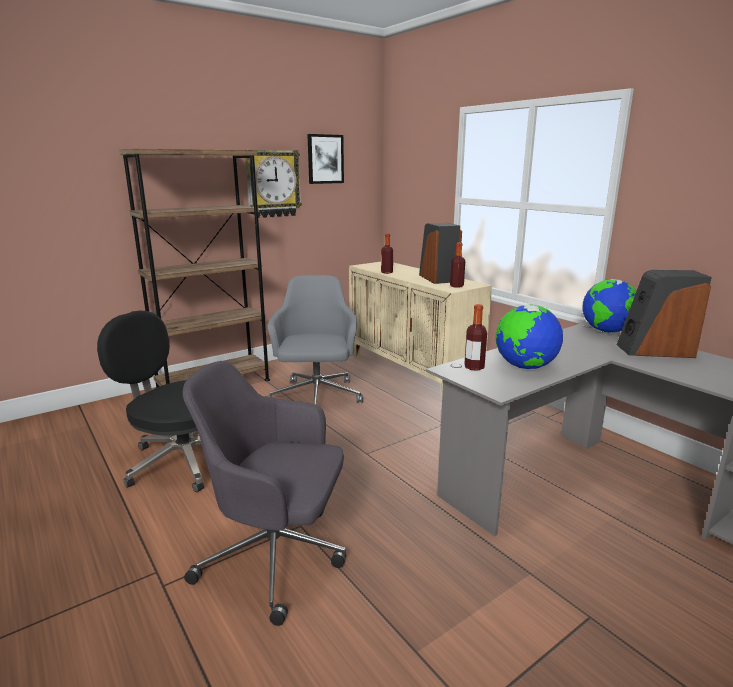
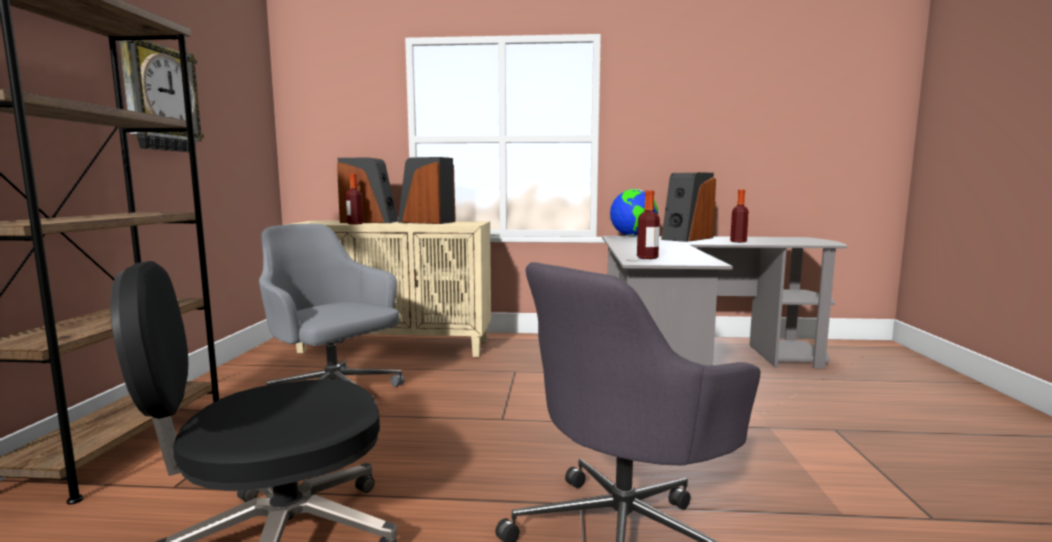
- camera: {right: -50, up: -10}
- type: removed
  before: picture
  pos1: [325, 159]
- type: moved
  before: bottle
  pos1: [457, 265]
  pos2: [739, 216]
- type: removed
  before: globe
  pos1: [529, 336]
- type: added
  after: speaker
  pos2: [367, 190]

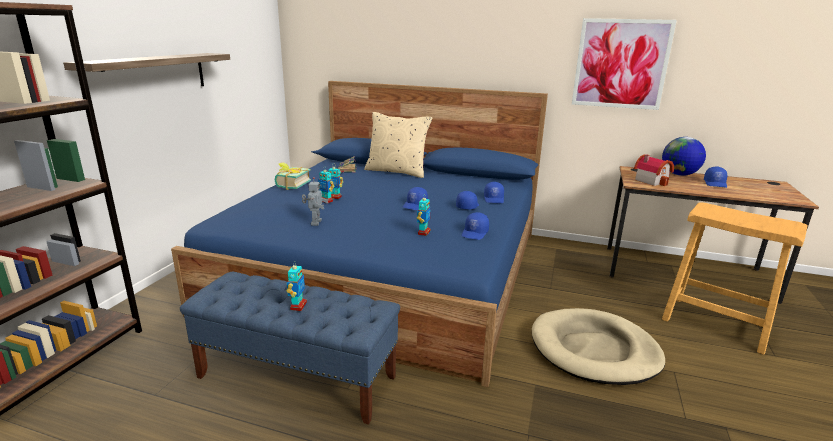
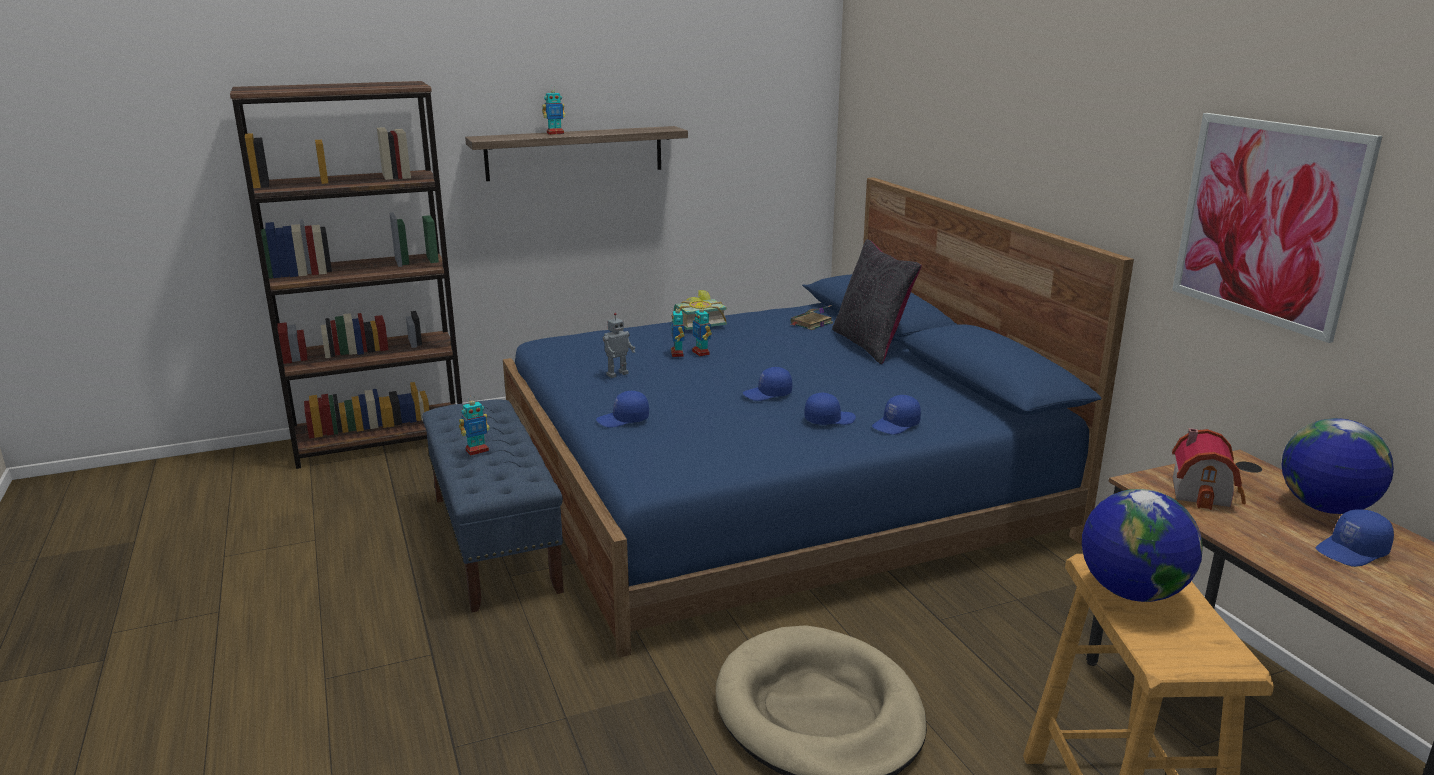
- camera: {right: 50, up: 0}
- type: recoloured
  before: pillow/beige
  after: pillow/black
  pos1: [398, 145]
  pos2: [877, 301]
- type: moved
  before: toy robot
  pos1: [424, 217]
  pos2: [553, 110]
- type: moved
  before: cap/blue
  pos1: [475, 226]
  pos2: [622, 409]
- type: added
  after: globe
  pos2: [1142, 545]

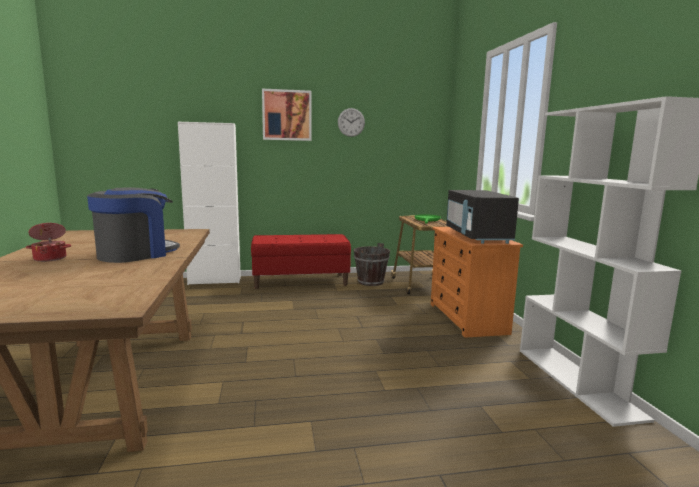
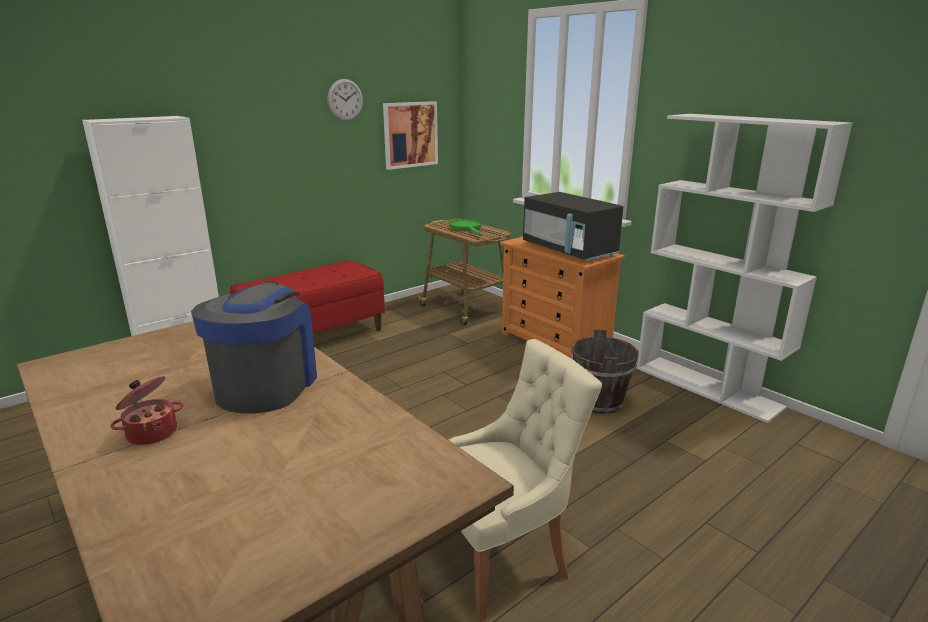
- camera: {right: -30, up: 10}
- type: moved
  before: picture
  pos1: [287, 115]
  pos2: [410, 135]
- type: moved
  before: bucket/brown
  pos1: [372, 264]
  pos2: [605, 372]
- type: added
  after: chair/beige
  pos2: [525, 480]

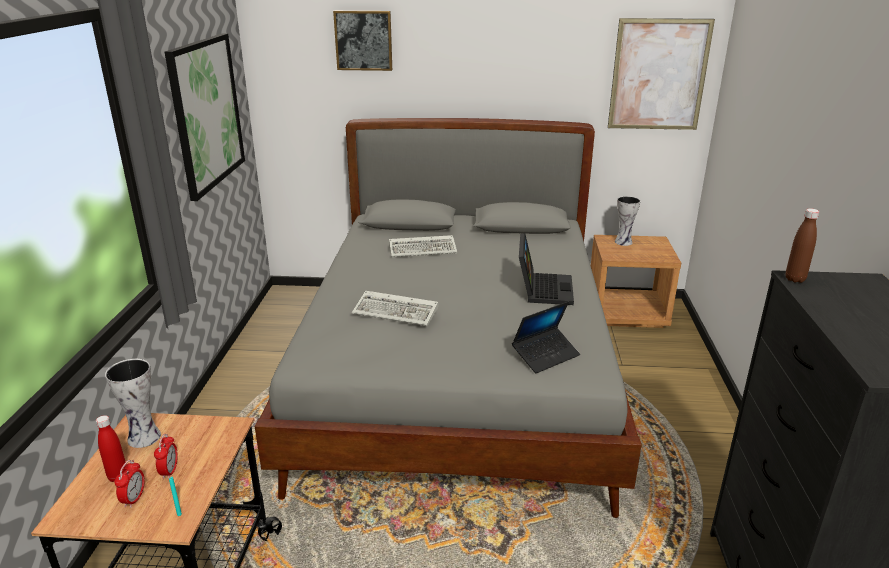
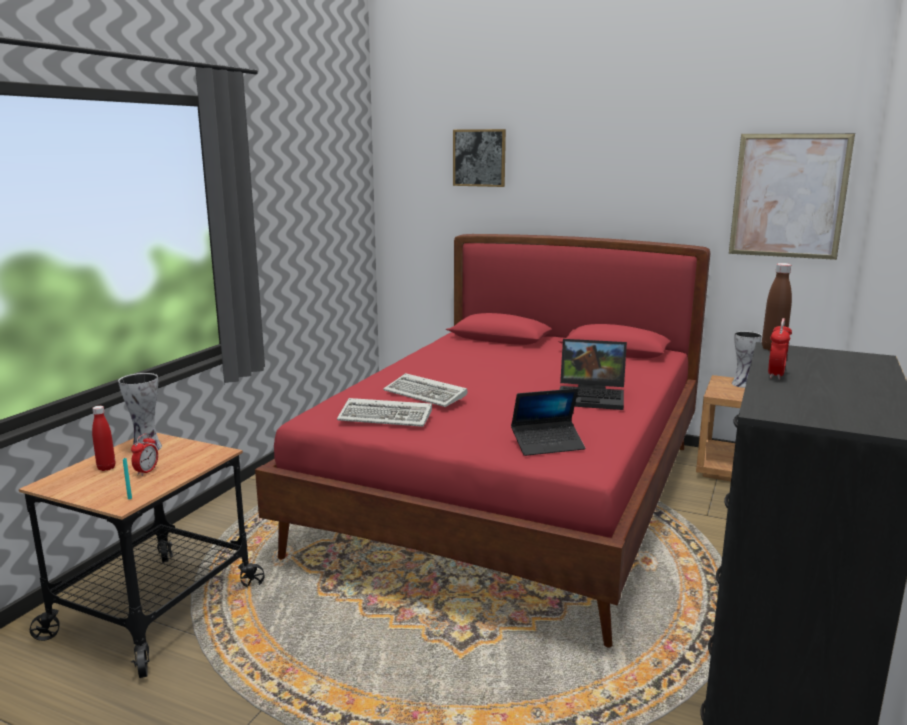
- camera: {right: 20, up: -10}
- type: moved
  before: alarm clock
  pos1: [130, 484]
  pos2: [780, 349]
- type: removed
  before: picture
  pos1: [205, 117]
- type: recoloured
  before: bed/grey
  after: bed/red
  pos1: [448, 318]
  pos2: [482, 441]
- type: moved
  before: keyboard
  pos1: [423, 246]
  pos2: [384, 412]
- type: turned
  before: laptop
  pos1: [546, 269]
  pos2: [593, 374]
  turn: 75

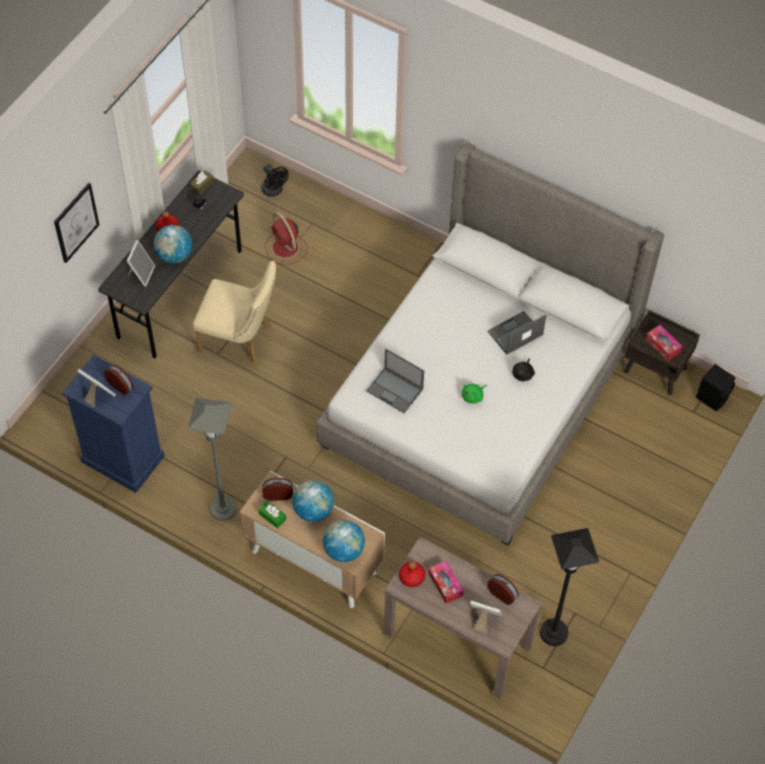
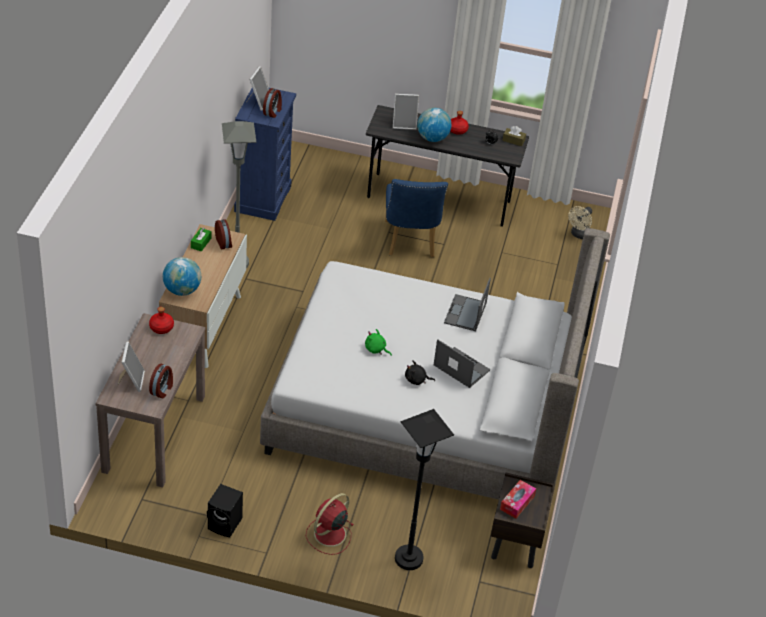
- camera: {right: 70, up: -15}
- type: removed
  before: picture
  pos1: [76, 223]
- type: recoloured
  before: chair/beige
  after: chair/blue
  pos1: [234, 312]
  pos2: [416, 218]
- type: recoloured
  before: fan/black
  after: fan/beige
  pos1: [275, 180]
  pos2: [580, 222]
- type: moved
  before: fan/red
  pos1: [286, 238]
  pos2: [330, 524]
- type: removed
  before: globe
  pos1: [313, 501]
- type: moved
  before: laptop
  pos1: [395, 380]
  pos2: [467, 305]
- type: removed
  before: tissue box
  pos1: [446, 582]
- type: moved
  before: floor lamp/black
  pos1: [569, 587]
  pos2: [424, 489]
- type: moved
  before: speaker/black
  pos1: [716, 387]
  pos2: [225, 510]

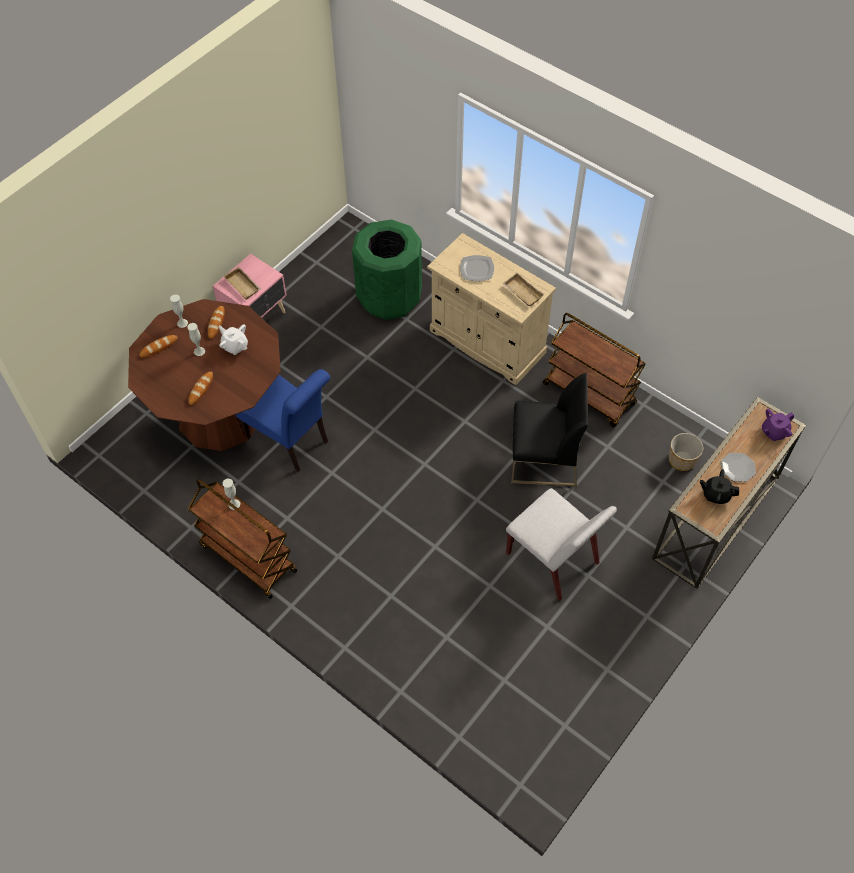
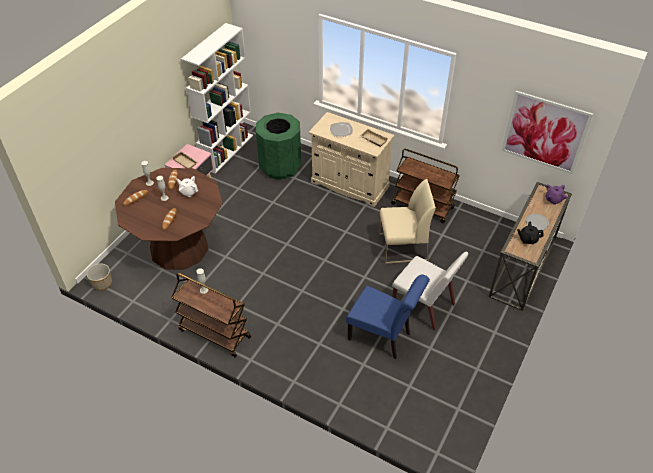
- camera: {right: -10, up: -10}
- type: moved
  before: chair/blue
  pos1: [282, 420]
  pos2: [388, 316]
- type: recoloured
  before: chair/black
  after: chair/beige
  pos1: [549, 430]
  pos2: [407, 221]
- type: moved
  before: planter
  pos1: [686, 452]
  pos2: [99, 277]
- type: added
  after: bookcase/white
  pos2: [217, 98]
- type: added
  after: picture
  pos2: [547, 132]

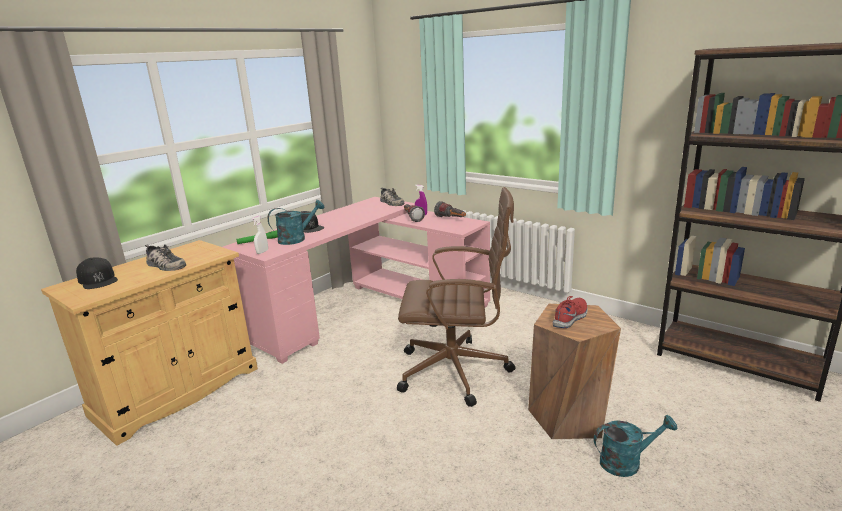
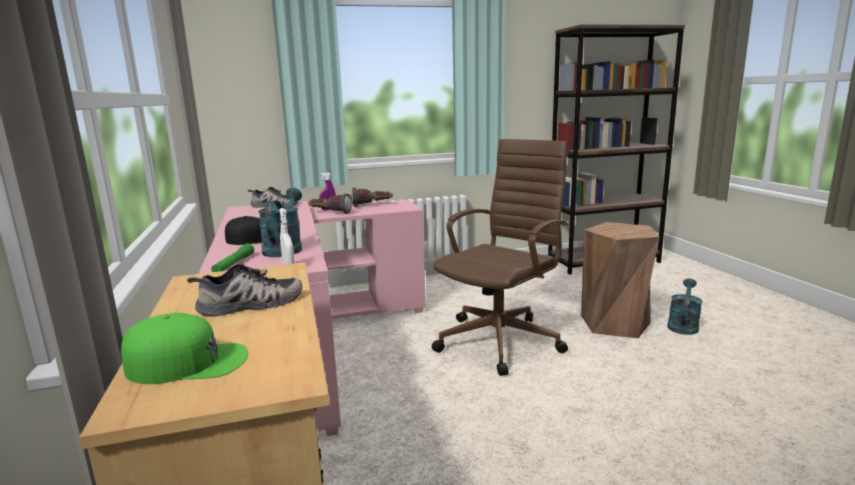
- camera: {right: -55, up: -5}
- type: recoloured
  before: cap/black
  after: cap/green
  pos1: [97, 273]
  pos2: [184, 348]
- type: removed
  before: shoe/red
  pos1: [570, 312]

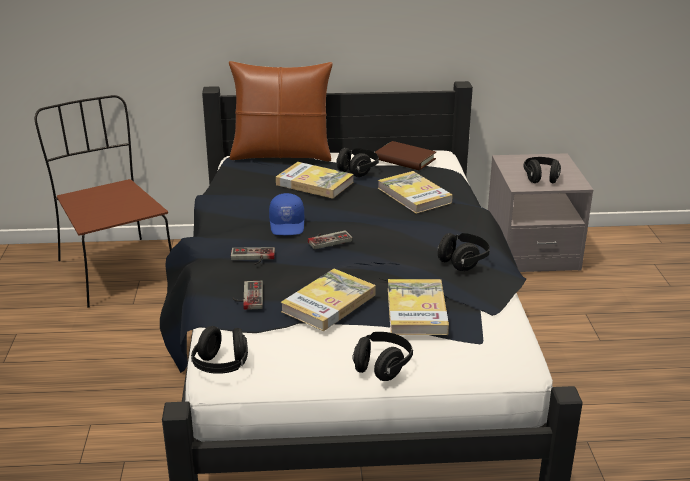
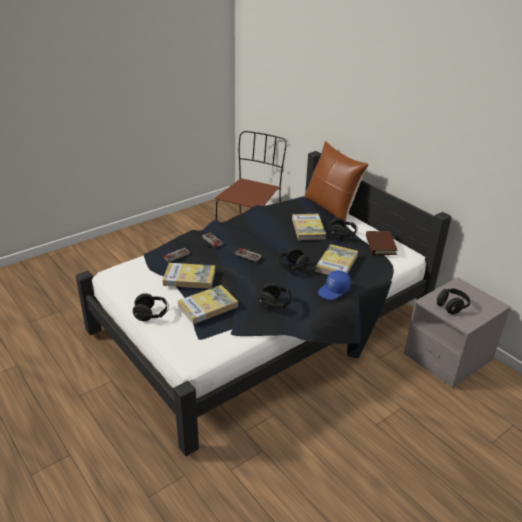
- camera: {right: 55, up: 5}
- type: moved
  before: headphones/black
  pos1: [219, 350]
  pos2: [293, 259]
- type: moved
  before: cap/blue
  pos1: [286, 214]
  pos2: [334, 285]

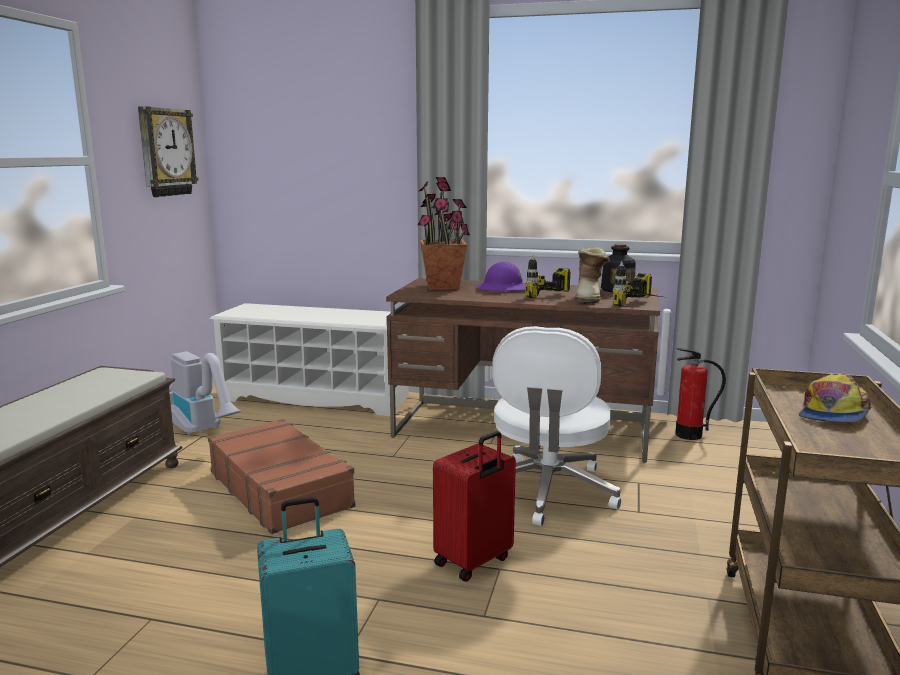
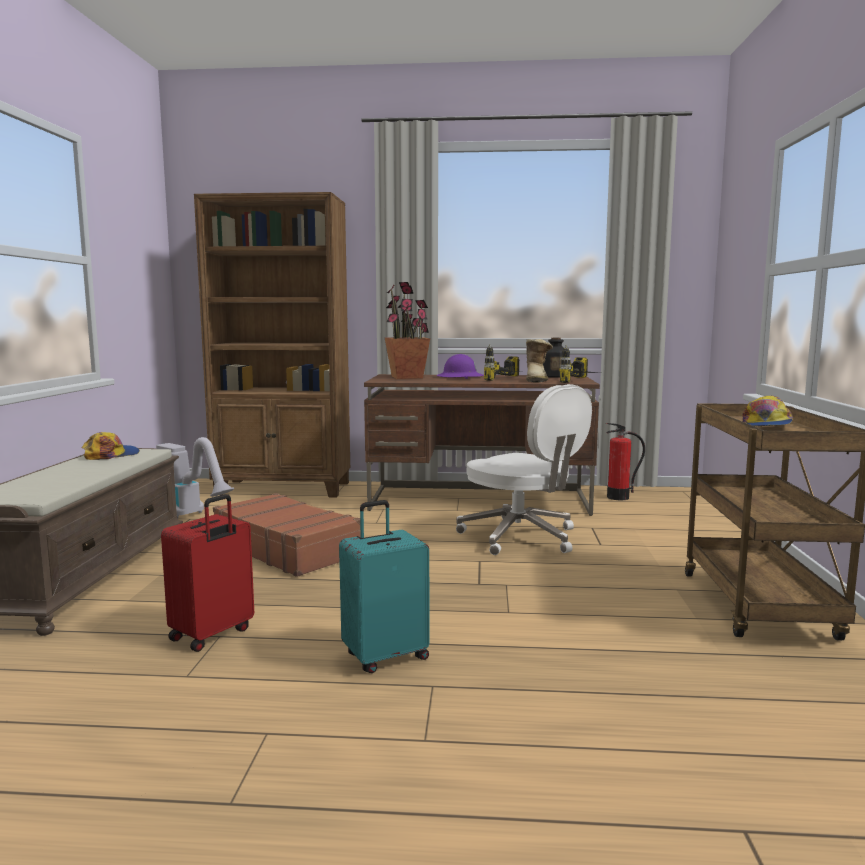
- camera: {right: -10, up: -5}
- type: removed
  before: wall clock
  pos1: [168, 151]
- type: replaced
  before: shoe rack/white
  after: bookcase/brown
  pos1: [309, 360]
  pos2: [272, 345]
- type: moved
  before: suitcase/red
  pos1: [474, 506]
  pos2: [207, 573]
- type: turned
  before: office chair/white
  pos1: [556, 426]
  pos2: [524, 469]
  turn: -45
- type: added
  after: cap
  pos2: [111, 446]

